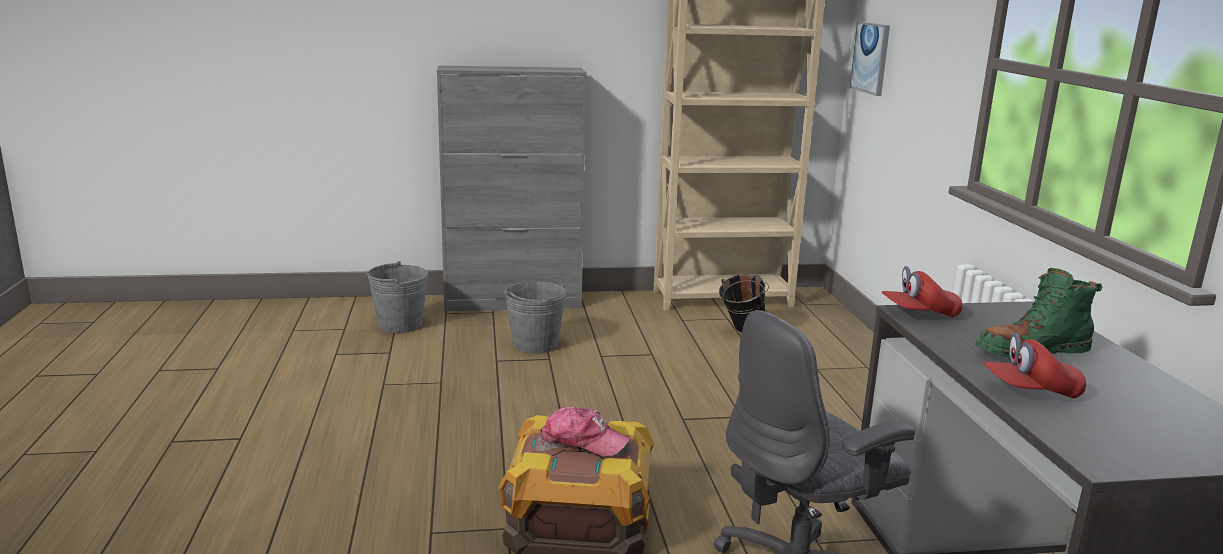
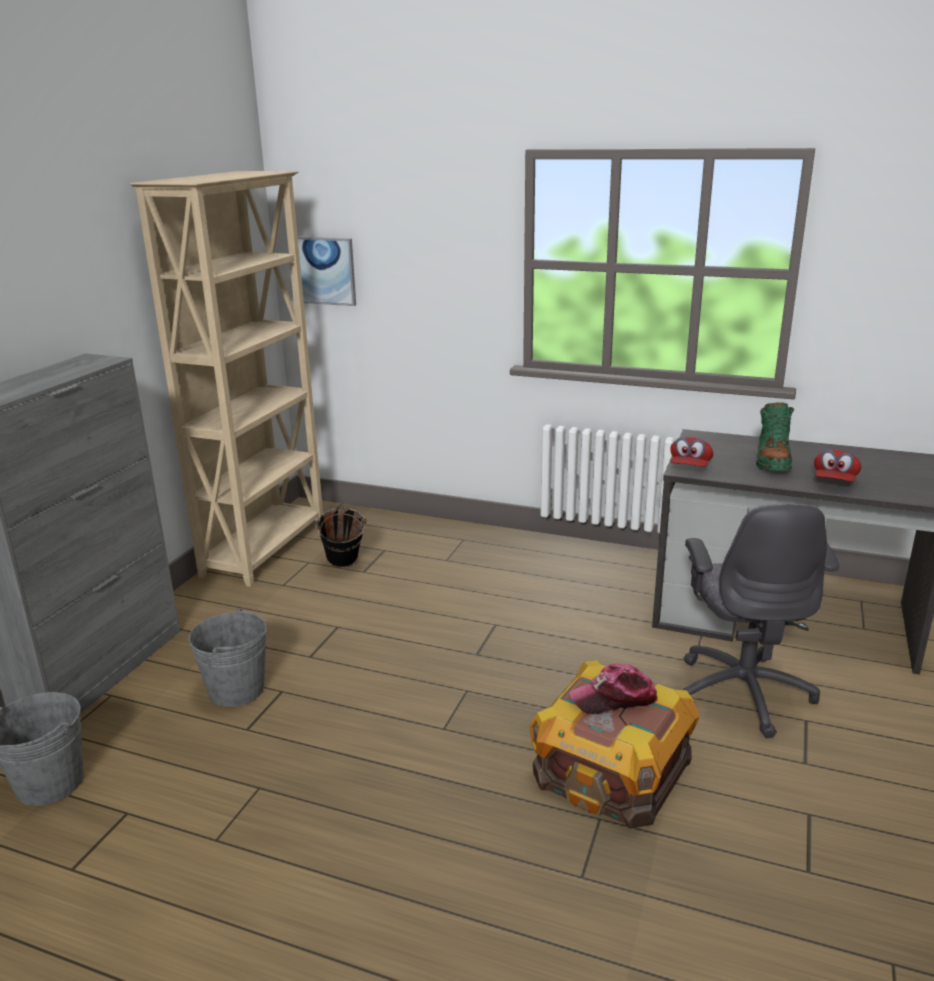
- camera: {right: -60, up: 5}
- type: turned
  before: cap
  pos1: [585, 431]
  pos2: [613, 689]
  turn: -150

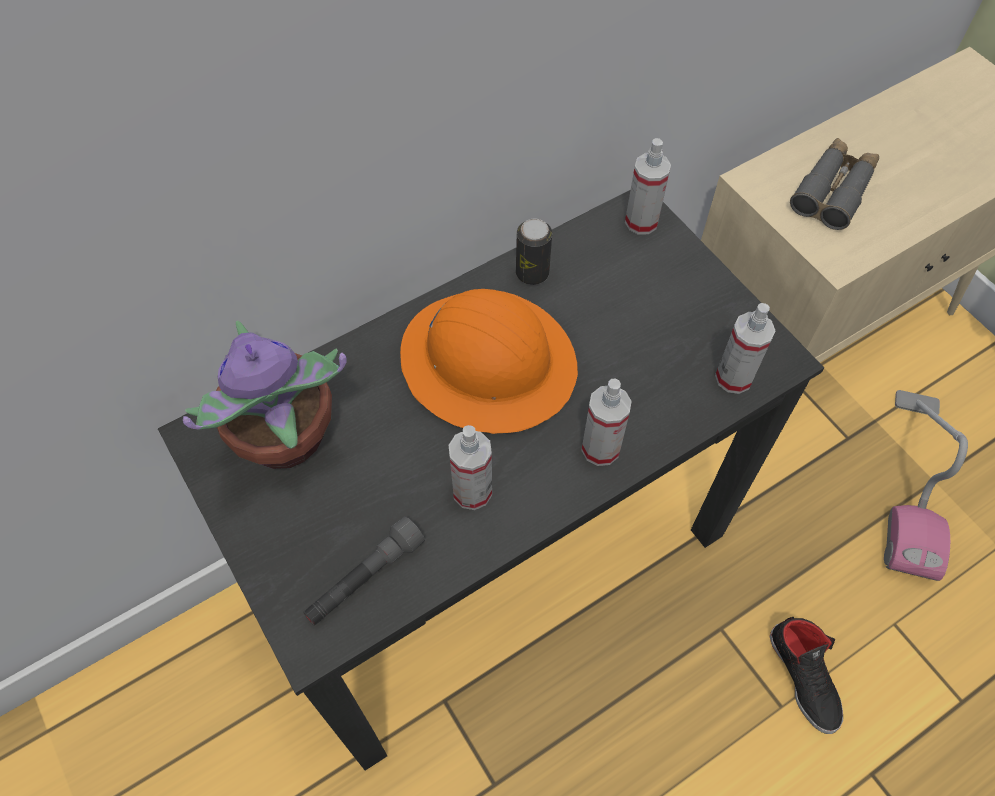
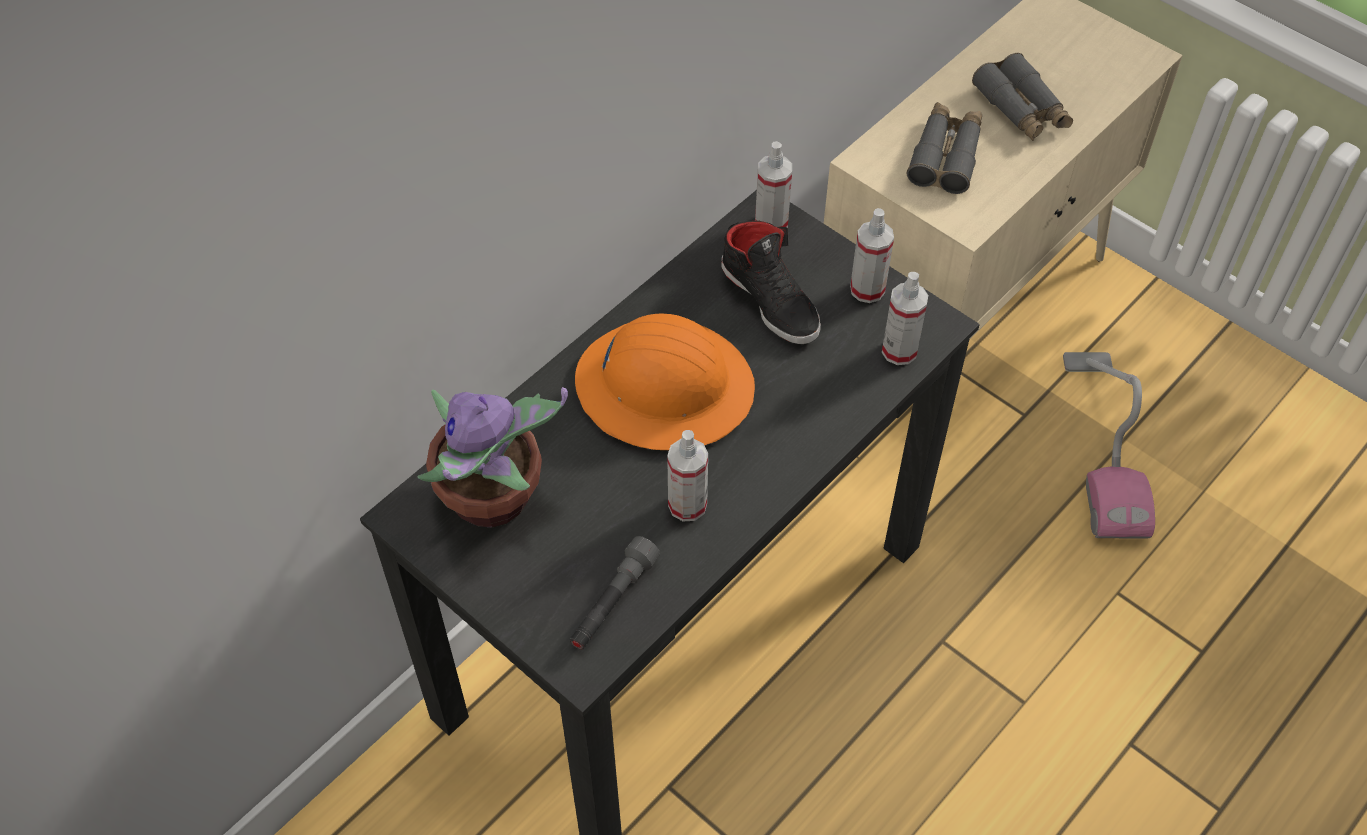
- camera: {right: -15, up: -5}
- type: removed
  before: can
  pos1: [534, 252]
- type: moved
  before: spray bottle
  pos1: [606, 422]
  pos2: [872, 255]
- type: moved
  before: shoe/black
  pos1: [806, 675]
  pos2: [771, 283]
- type: added
  after: binoculars/grey
  pos2: [1022, 97]

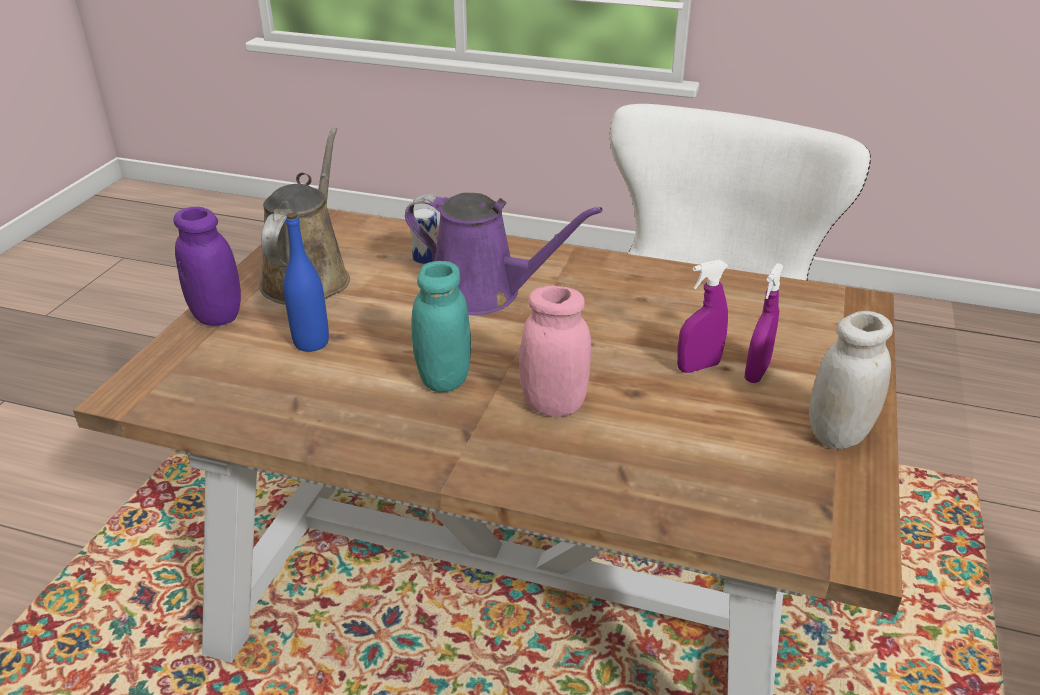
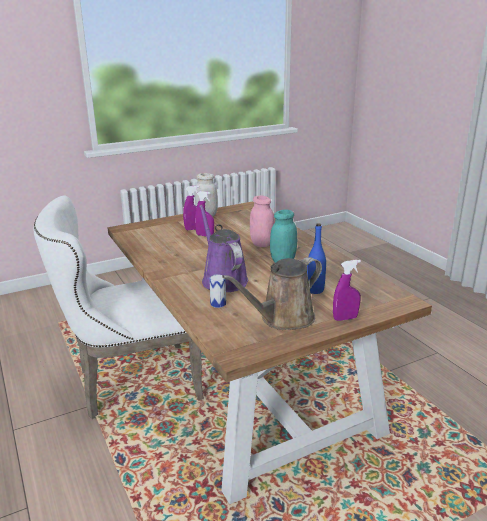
- camera: {right: -135, up: -10}
- type: replaced
  before: jar/purple
  after: spray bottle/purple
  pos1: [207, 266]
  pos2: [347, 290]

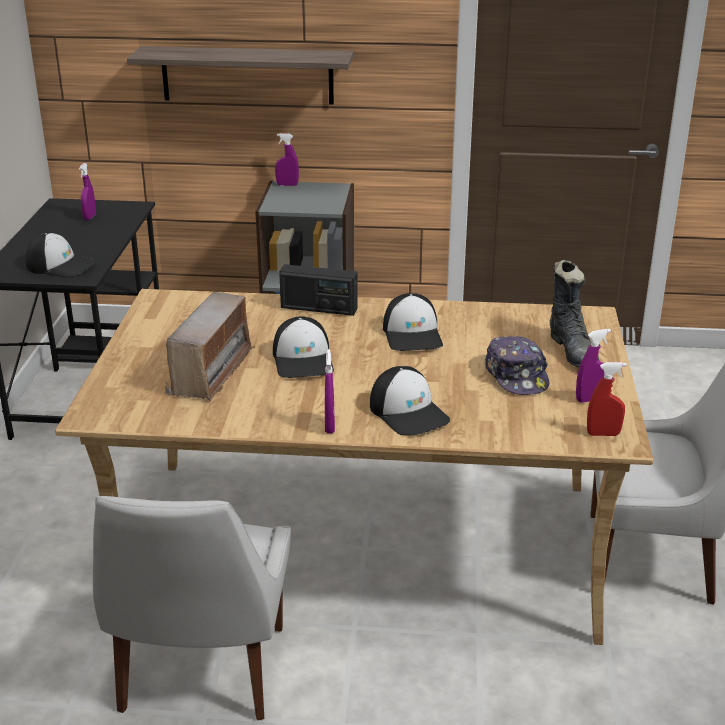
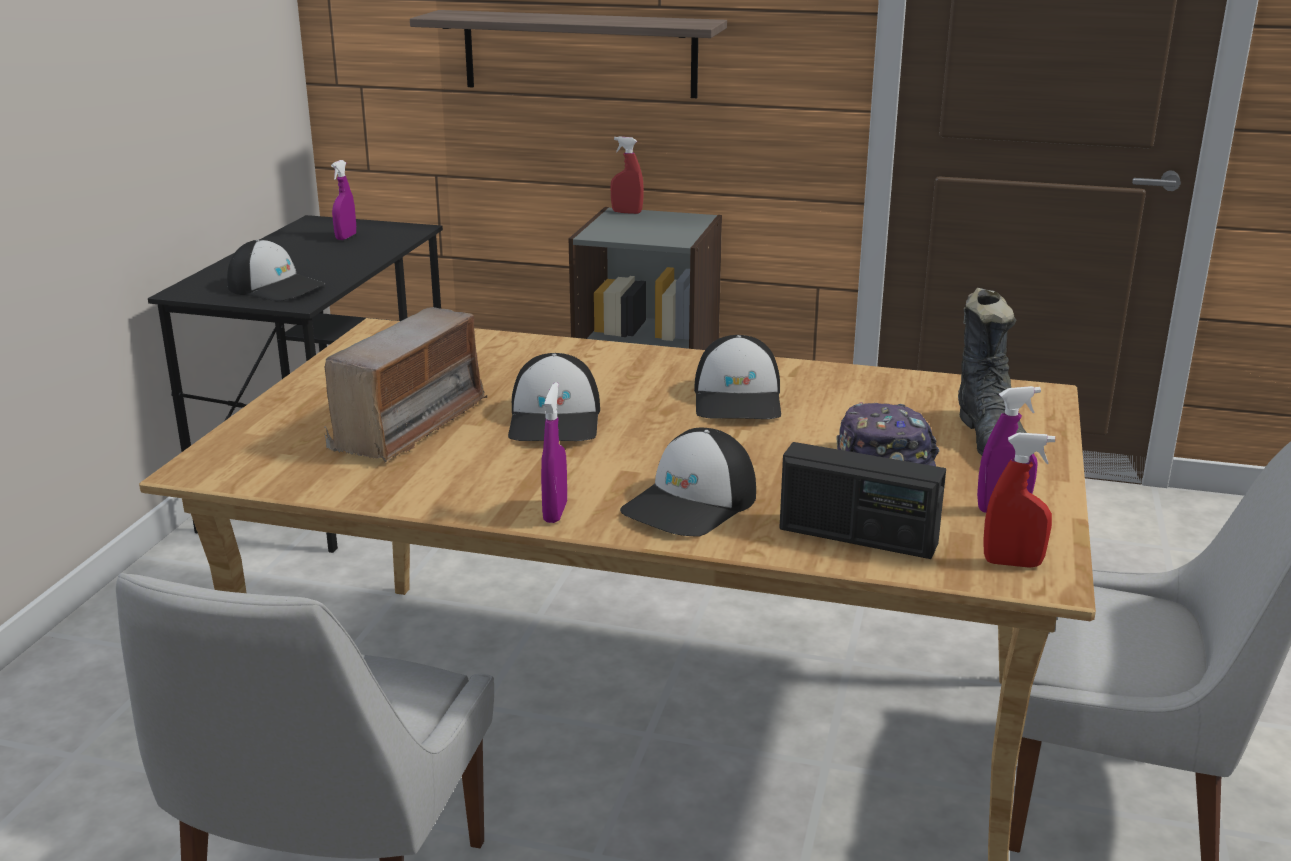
- camera: {right: 10, up: -5}
- type: recoloured
  before: spray bottle/purple
  after: spray bottle/red
  pos1: [287, 159]
  pos2: [627, 175]
- type: moved
  before: radio
  pos1: [318, 290]
  pos2: [862, 500]
- type: turned
  before: cap
  pos1: [410, 400]
  pos2: [688, 482]
  turn: 60

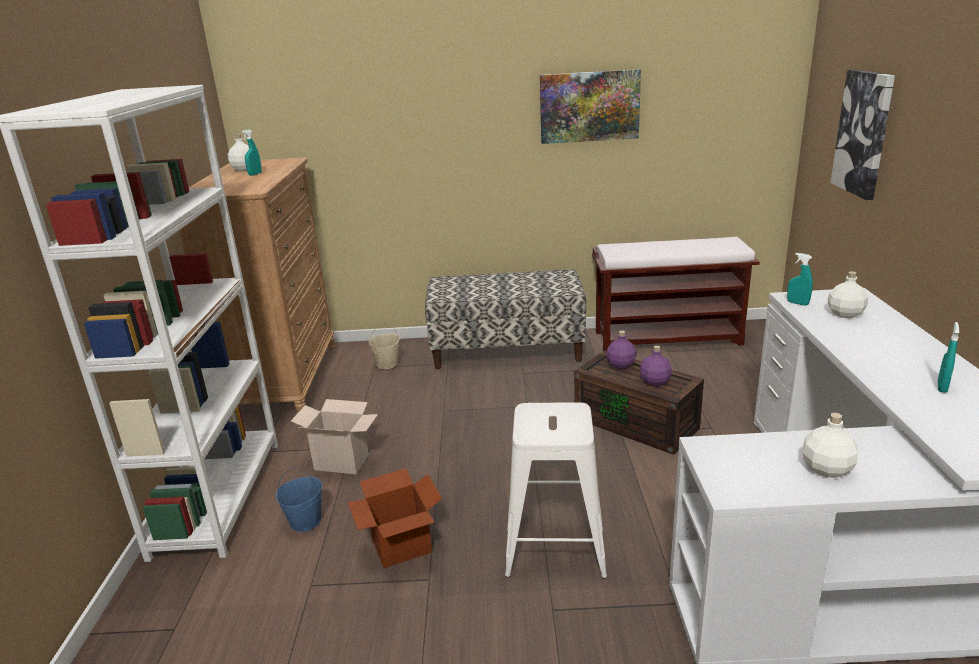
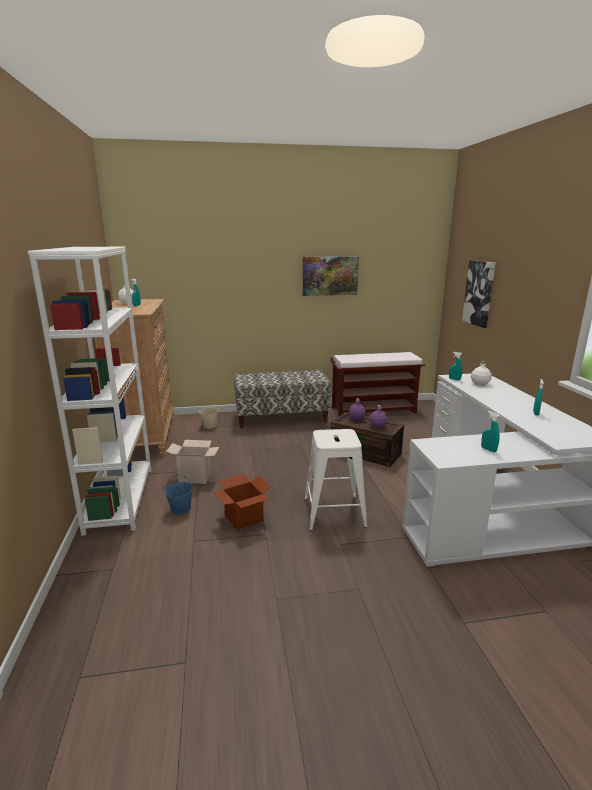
- camera: {right: -10, up: -5}
- type: replaced
  before: bottle/white
  after: spray bottle/turquoise
  pos1: [830, 445]
  pos2: [490, 431]

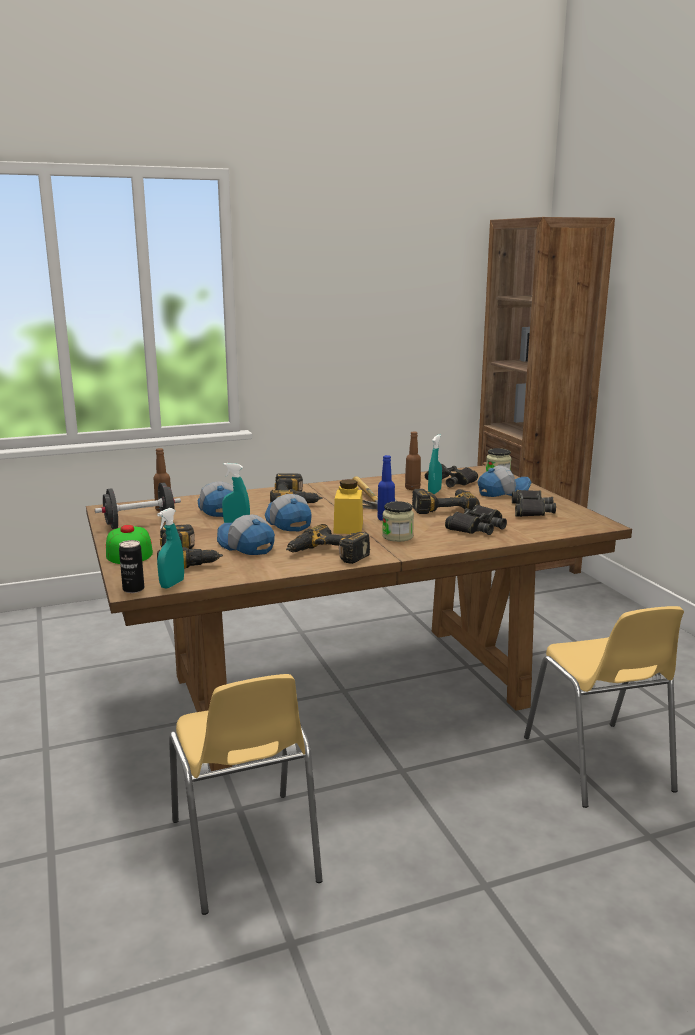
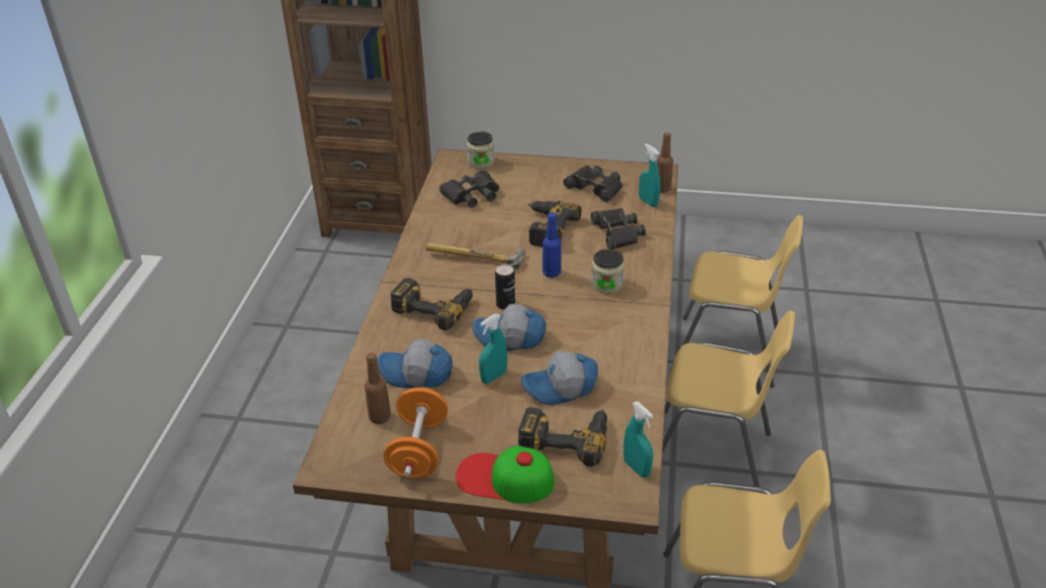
- camera: {right: -60, up: 20}
- type: recoloured
  before: dumbbell/black
  after: dumbbell/orange
  pos1: [138, 505]
  pos2: [416, 432]
- type: moved
  before: can
  pos1: [131, 566]
  pos2: [505, 287]
- type: removed
  before: power drill
  pos1: [328, 544]
- type: removed
  before: jar/yellow
  pos1: [348, 506]
- type: moved
  before: bottle/brown
  pos1: [413, 461]
  pos2: [665, 162]
- type: moved
  before: spray bottle/turquoise
  pos1: [435, 464]
  pos2: [649, 175]
- type: removed
  before: cap
  pos1: [504, 481]
- type: added
  after: chair/yellow
  pos2: [728, 399]

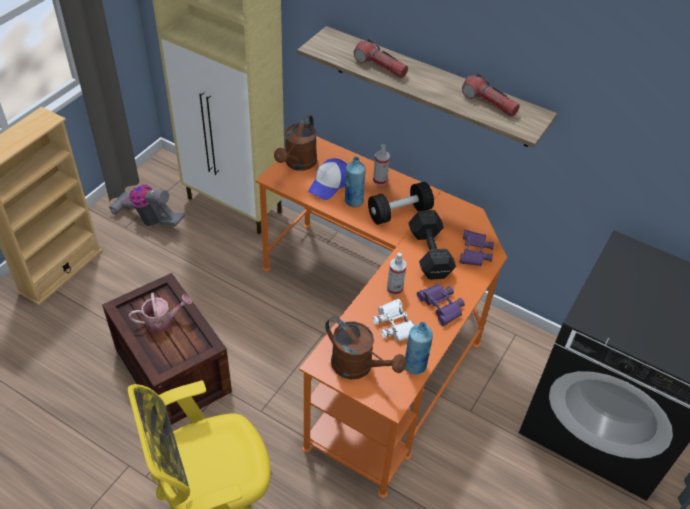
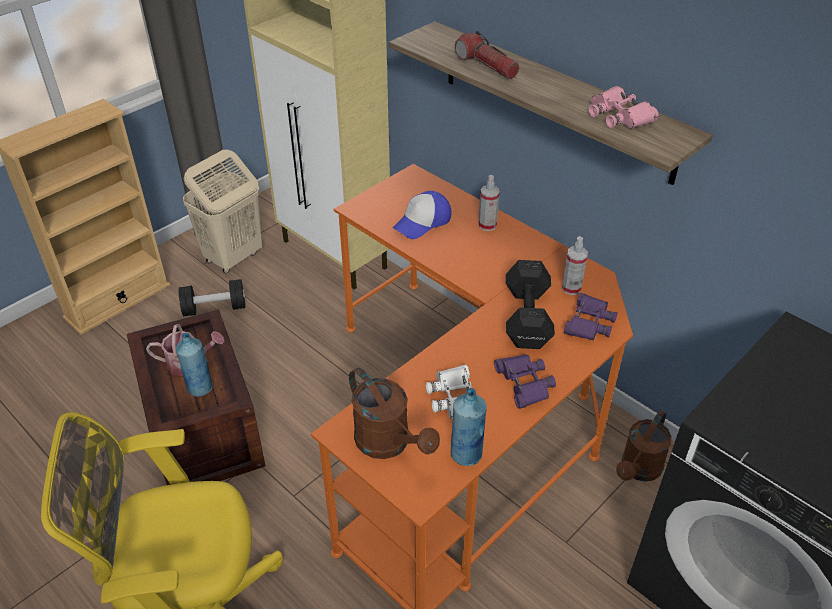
- camera: {right: 15, up: -5}
- type: replaced
  before: vacuum cleaner
  after: laundry basket/beige
  pos1: [147, 205]
  pos2: [222, 212]
- type: moved
  before: watering can/brown
  pos1: [295, 142]
  pos2: [644, 446]
- type: moved
  before: bottle/blue
  pos1: [355, 182]
  pos2: [194, 365]
- type: moved
  before: dumbbell/black
  pos1: [401, 203]
  pos2: [212, 297]
- type: moved
  before: spray bottle
  pos1: [396, 274]
  pos2: [575, 265]
- type: replaced
  before: flashlight
  after: binoculars/pink
  pos1: [491, 95]
  pos2: [623, 107]

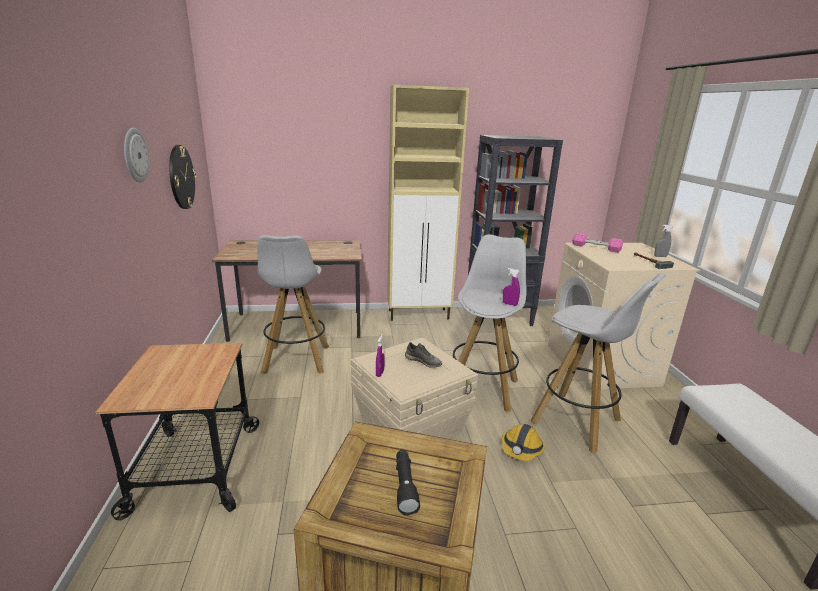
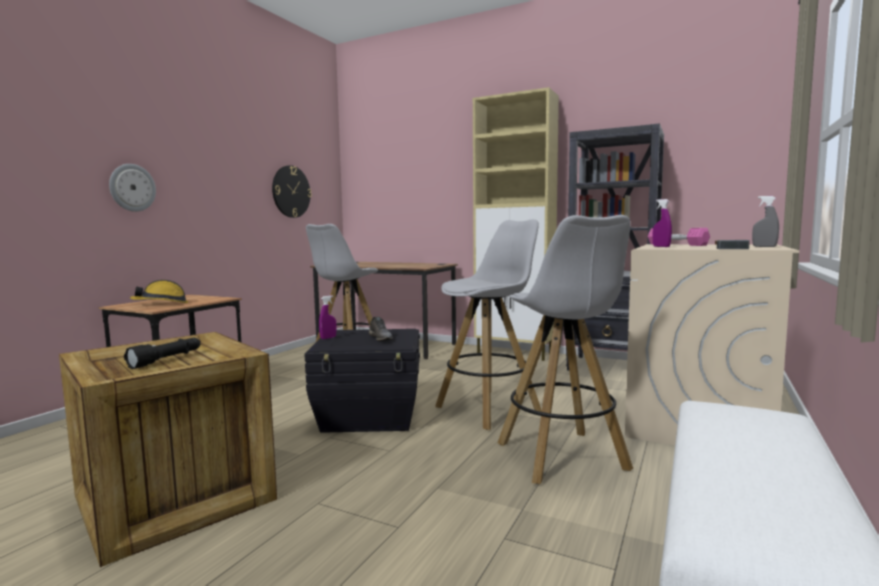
- camera: {right: 35, up: -15}
- type: moved
  before: wall clock
  pos1: [136, 155]
  pos2: [132, 188]
- type: recoloured
  before: storage box/beige
  after: storage box/black
  pos1: [414, 388]
  pos2: [362, 381]
- type: moved
  before: hard hat
  pos1: [523, 442]
  pos2: [159, 291]
- type: moved
  before: spray bottle/purple
  pos1: [511, 287]
  pos2: [662, 223]

